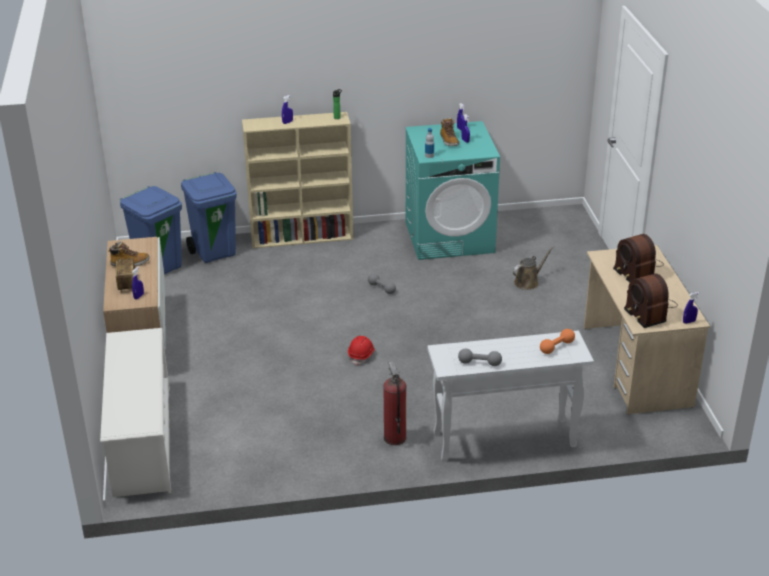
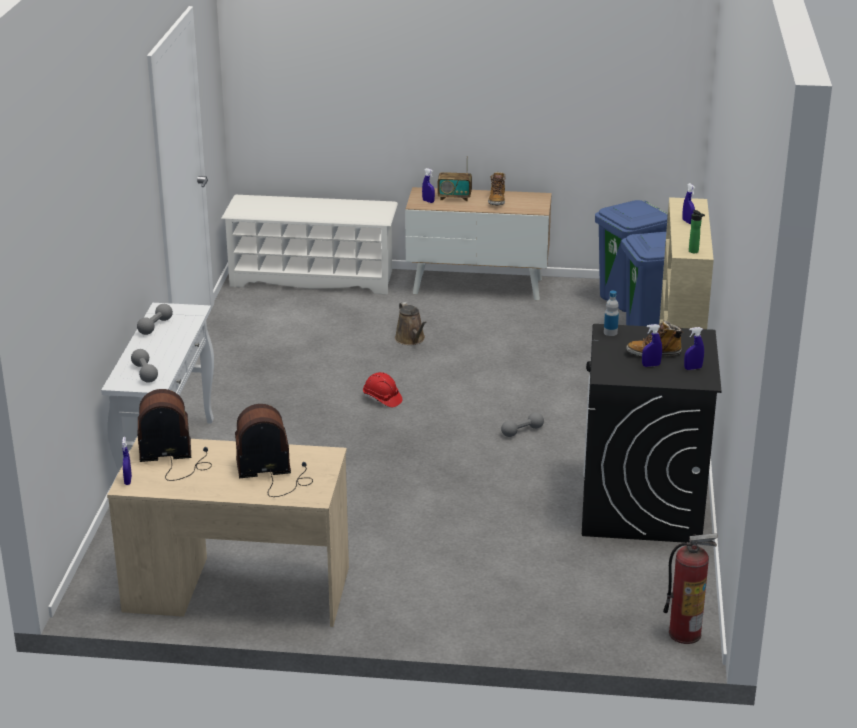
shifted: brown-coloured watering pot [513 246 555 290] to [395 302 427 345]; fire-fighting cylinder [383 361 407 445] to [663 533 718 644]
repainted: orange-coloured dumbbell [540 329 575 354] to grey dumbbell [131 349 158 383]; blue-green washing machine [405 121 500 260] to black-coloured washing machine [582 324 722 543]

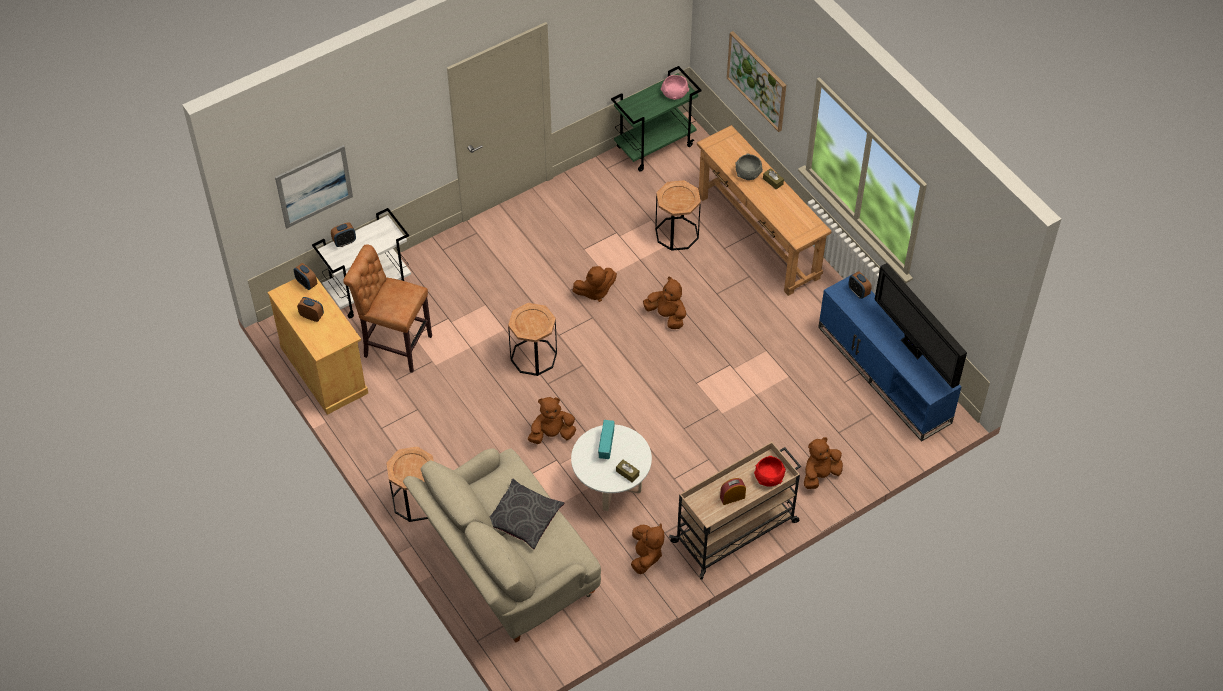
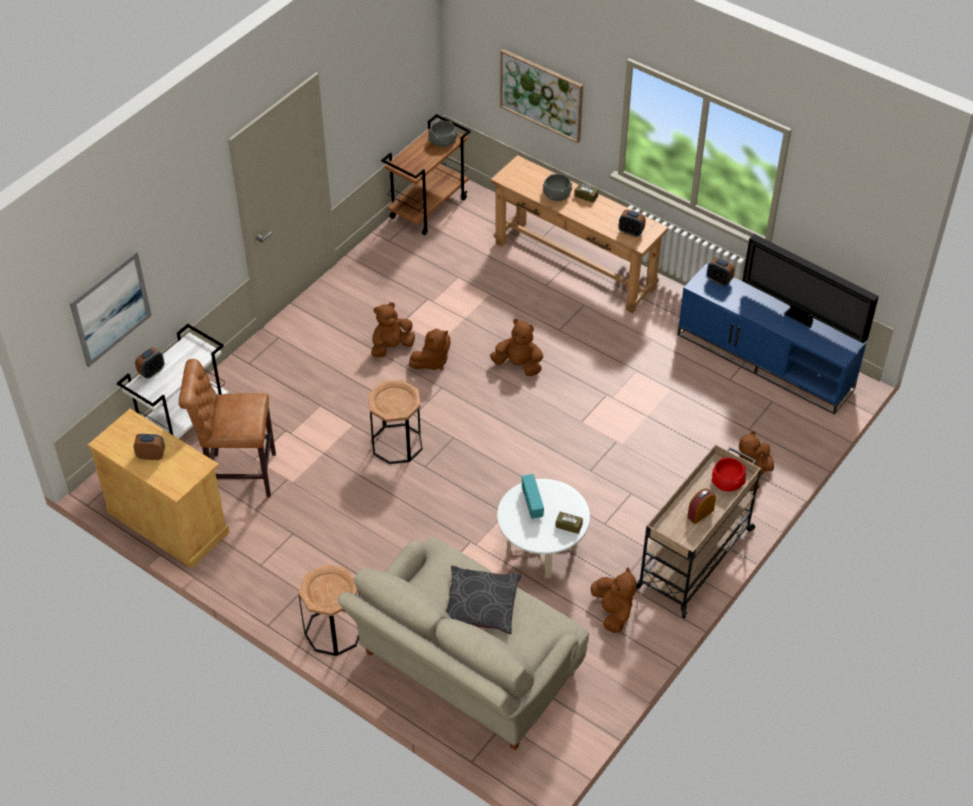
gone: brown-coloured accent table [655 180 701 251]
shifted: brown-coloured soft toy [528 397 576 444] to [371 302 415 358]; bedside clock [294 263 317 290] to [619 210 646 237]
repainted: greenish trolley [611 66 702 172] to brown-coloured trolley [381 114 471 235]; pinkish bowl [661 75 689 100] to grey bowl [428 121 458 147]

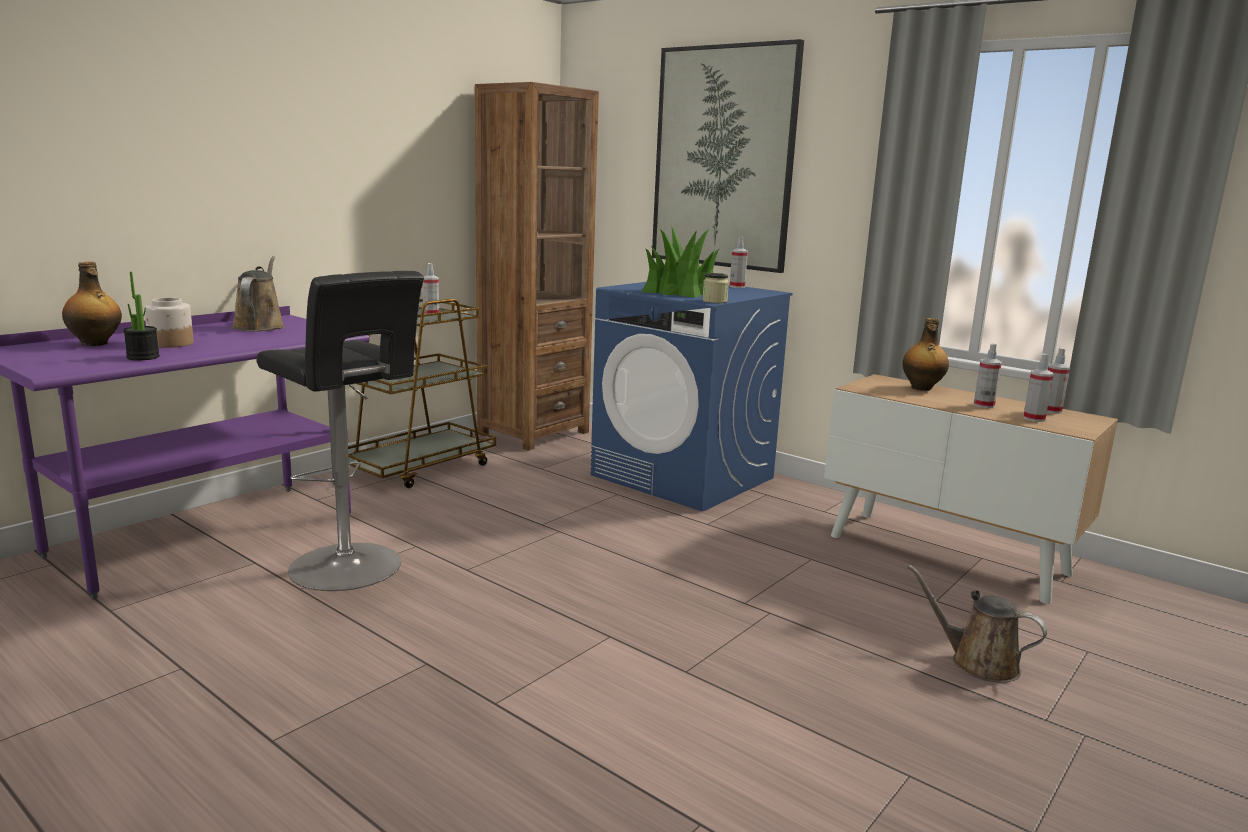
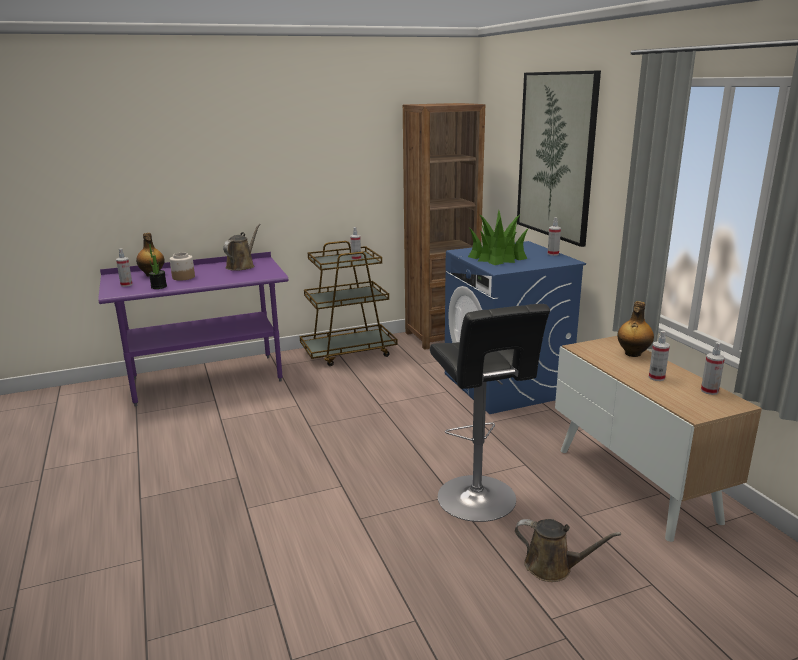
gone: storage jar [702 273 729 303]
shifted: sprayer [1023 354 1053 422] to [116 248 133 287]; black-coloured stool [256 271 424 591] to [430 304 550 522]
rotated: brown-coloured watering pot [908 564 1047 683] = [515 519 621 582] 135 degrees clockwise

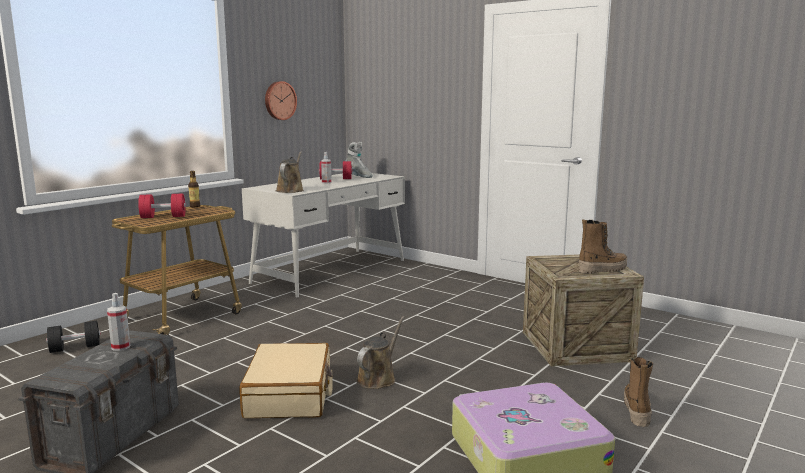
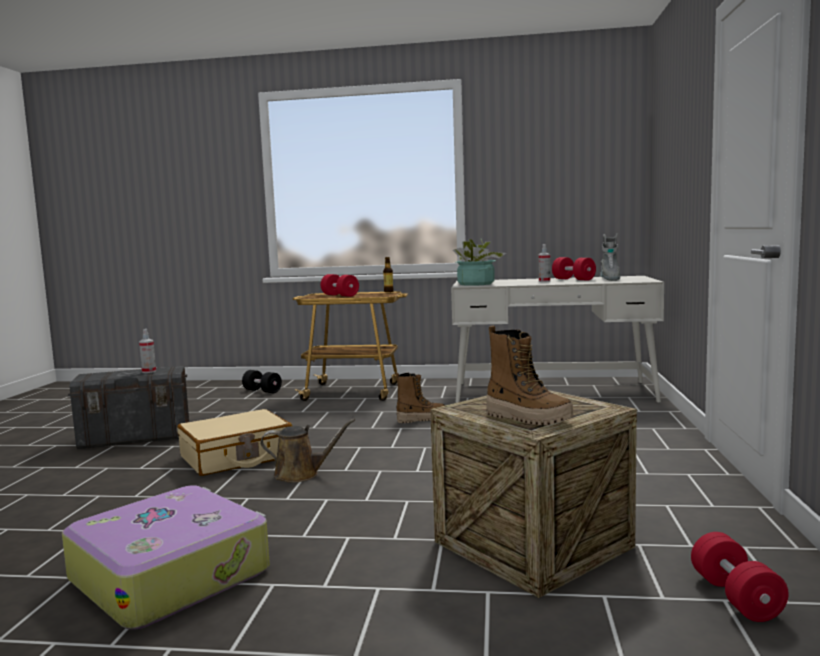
gone: hanging clock [265 81 297 120]
new: red dumbbell [691 532 788 622]
shifted: boot [624 357 653 427] to [396 373 445 423]
swapped: brown-coloured watering pot [276 152 304 193] to houseplant [453 239 506 286]

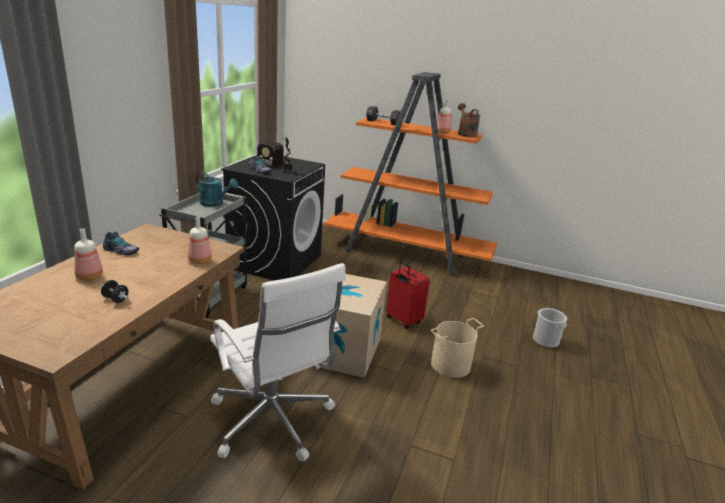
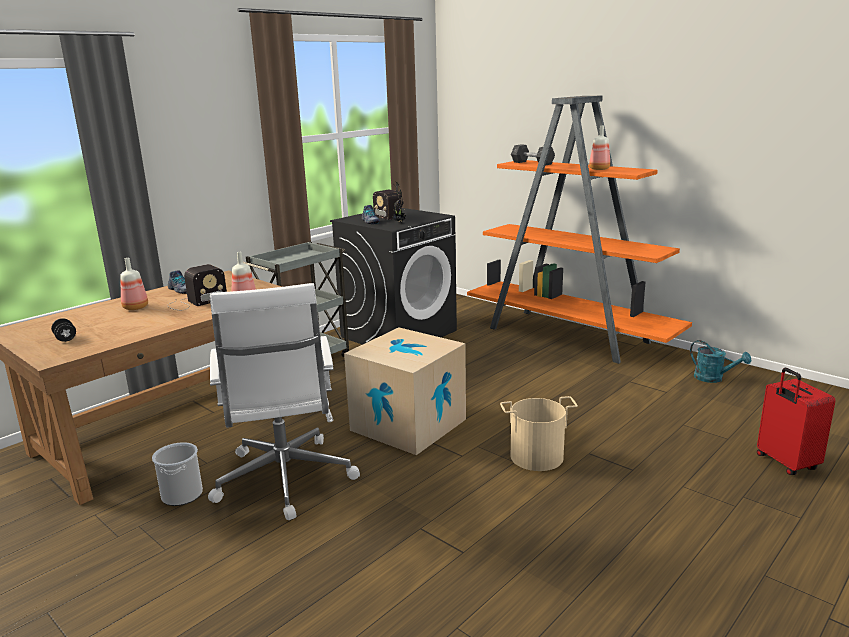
gone: brown-coloured watering pot [458 103 480 137]
new: radio set [167 264 227 310]
shifted: black-coloured dumbbell [101 280 129 303] to [51 318 76 342]; water bucket [533 308 567 348] to [152 442 203 506]; blue-green watering pot [195 171 238 207] to [690 340 752 383]; red piece of luggage [386 261 430 329] to [757 368 836 475]

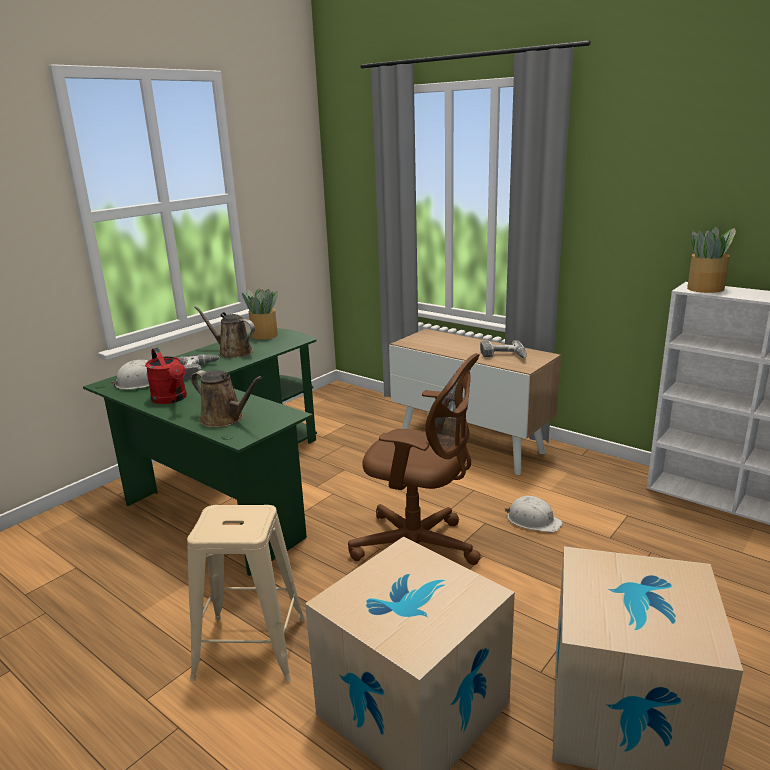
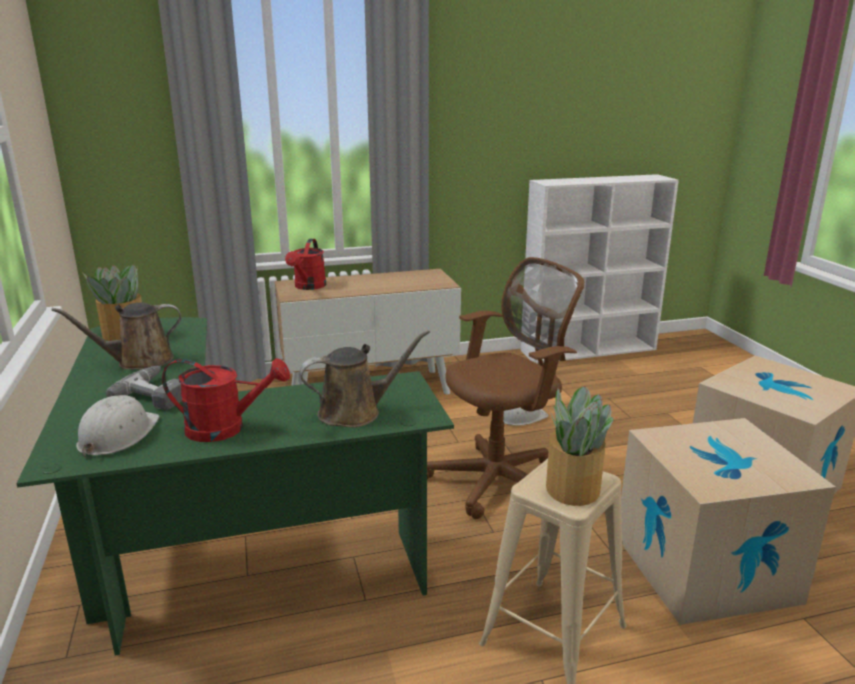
gone: drill [480 340 527 358]
new: red watering pot [285 239 326 290]
shifted: houseplant [687 227 736 293] to [546 386 613 506]

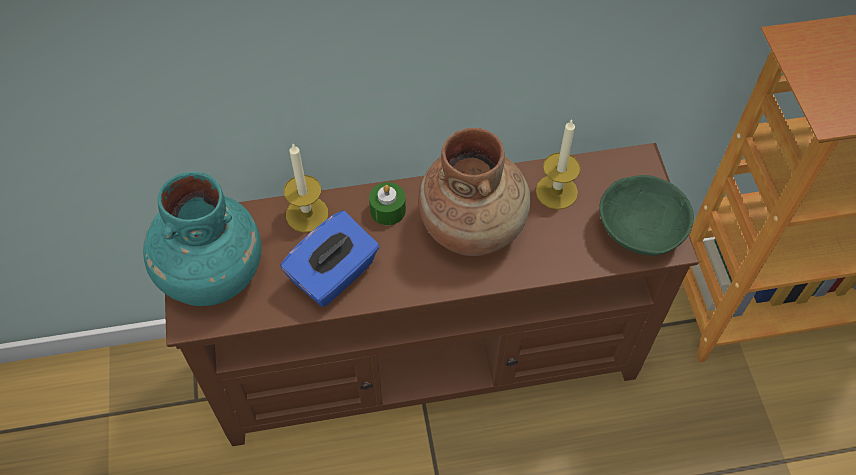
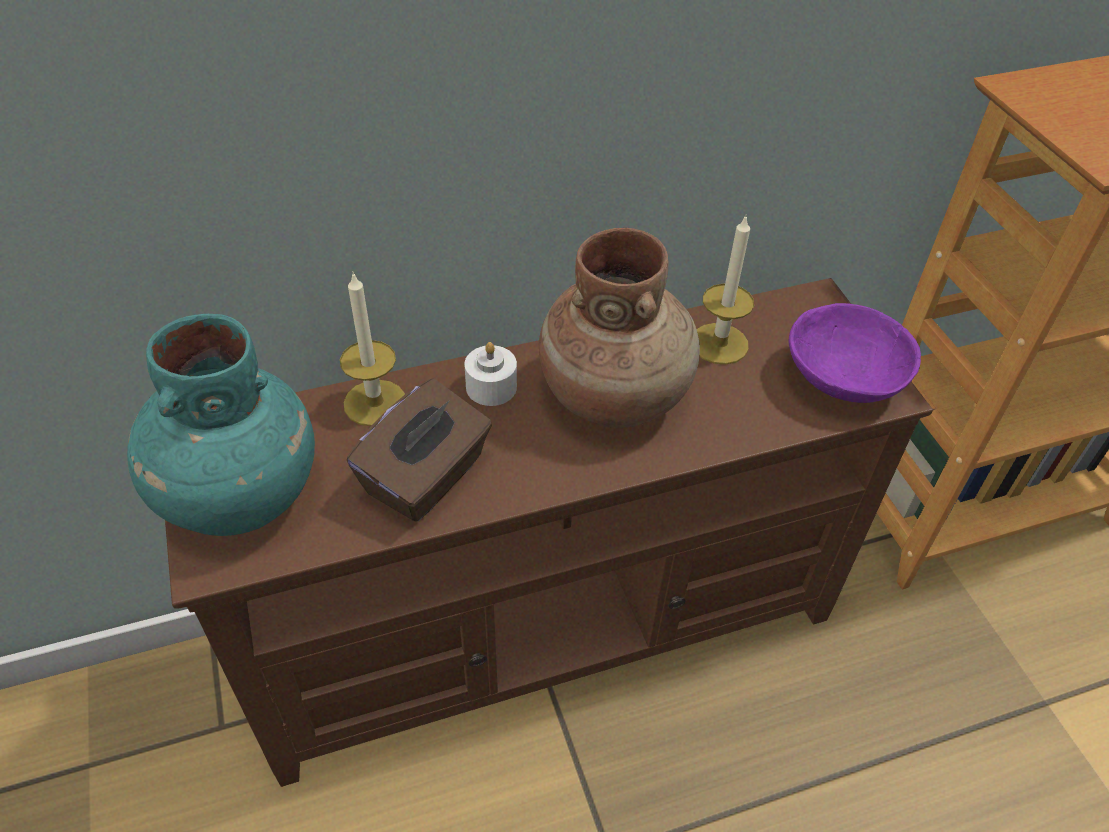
repainted: bluish box of tissues [280 211 380 307] to brown-coloured box of tissues [347 379 492 522]; greenish wax candle [369 182 406 225] to white wax candle [464 342 517 406]; greenish bowl [599 175 694 256] to purplish bowl [788 303 921 403]

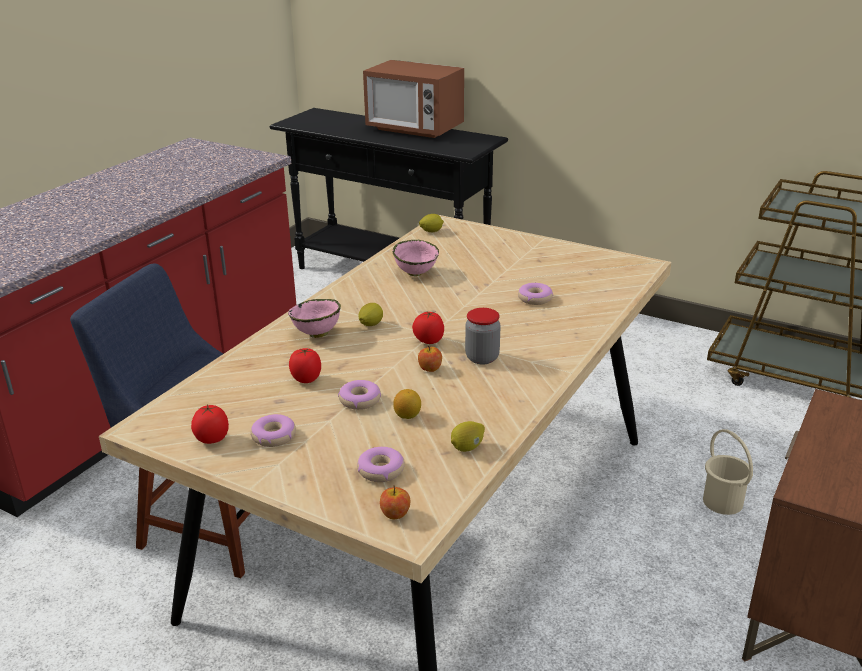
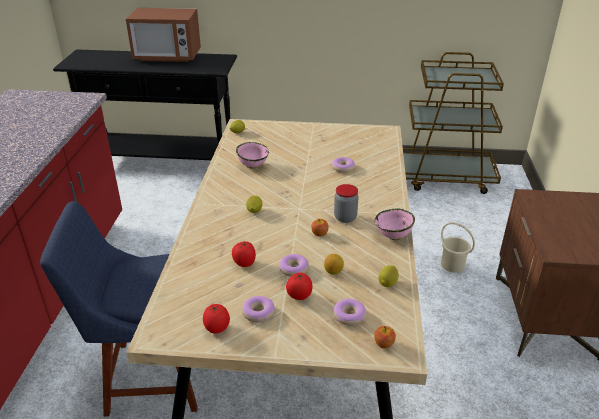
shifted: whole tomato [412 312 444 344] to [286 272 312 300]; pinkish bowl [288 299 341 338] to [375 209 415 240]

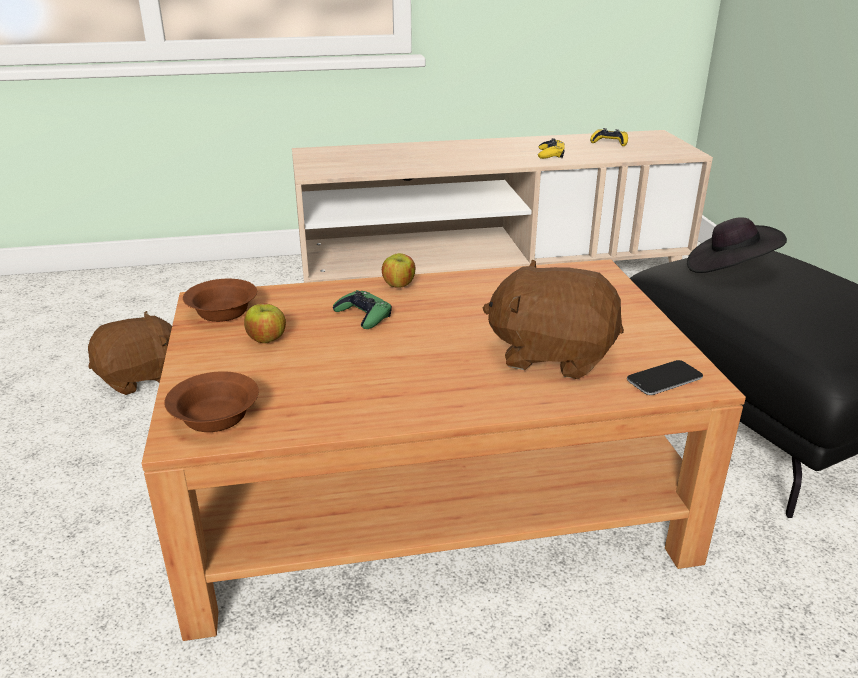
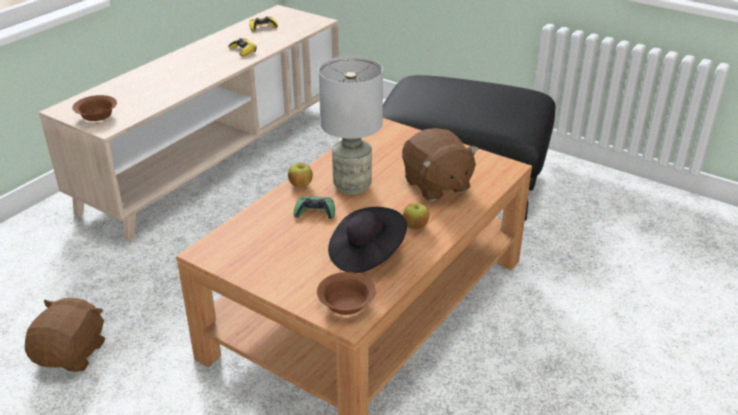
gone: phone [627 360 703 395]
new: grey lamp for a table [318 56 383 195]
shifted: brown-coloured bowl [183 279 257 322] to [72 95 117 121]; black-coloured hat [687 217 787 273] to [328 207 407 273]; apple [244 304 286 343] to [403 203 430 230]
rotated: brown-coloured soft toy [483 260 624 379] = [402 128 479 201] 90 degrees counterclockwise

